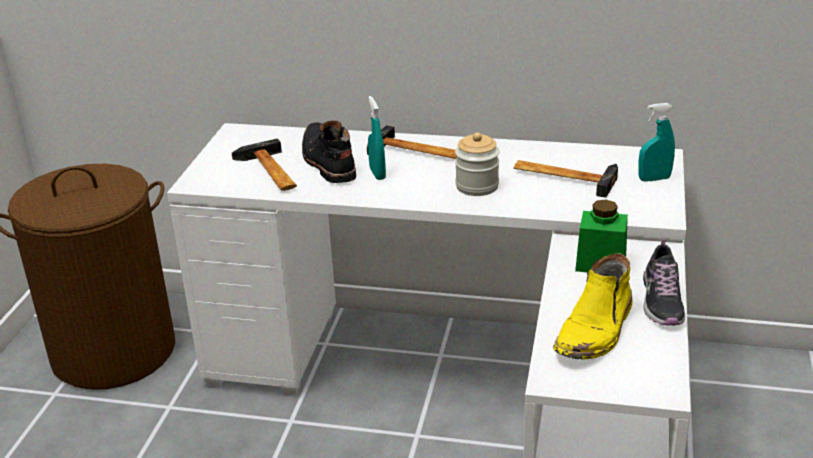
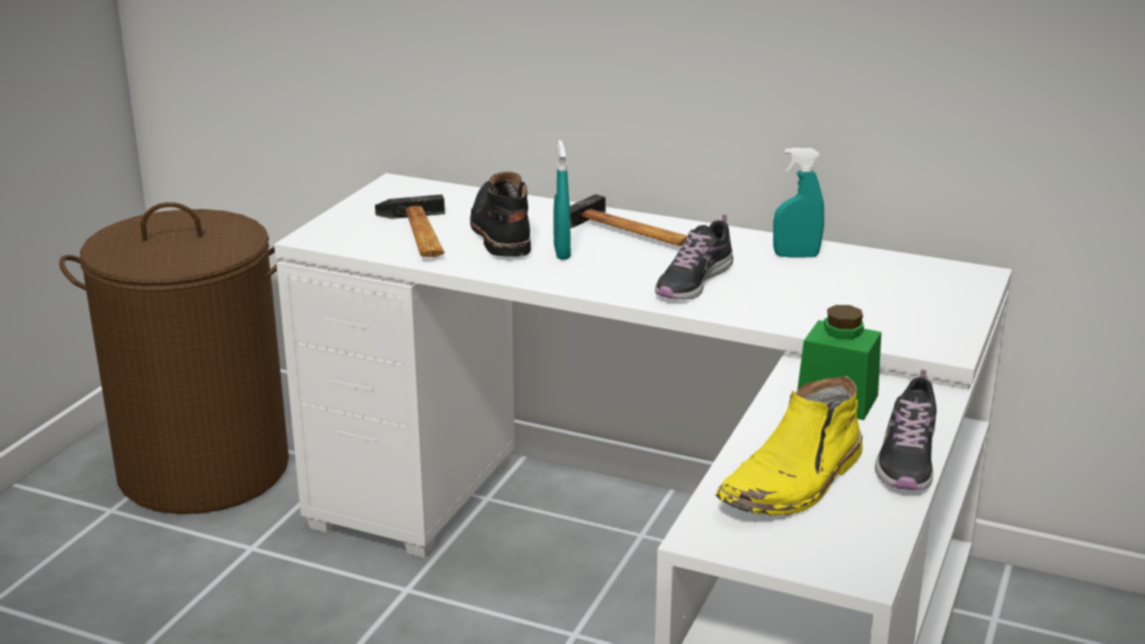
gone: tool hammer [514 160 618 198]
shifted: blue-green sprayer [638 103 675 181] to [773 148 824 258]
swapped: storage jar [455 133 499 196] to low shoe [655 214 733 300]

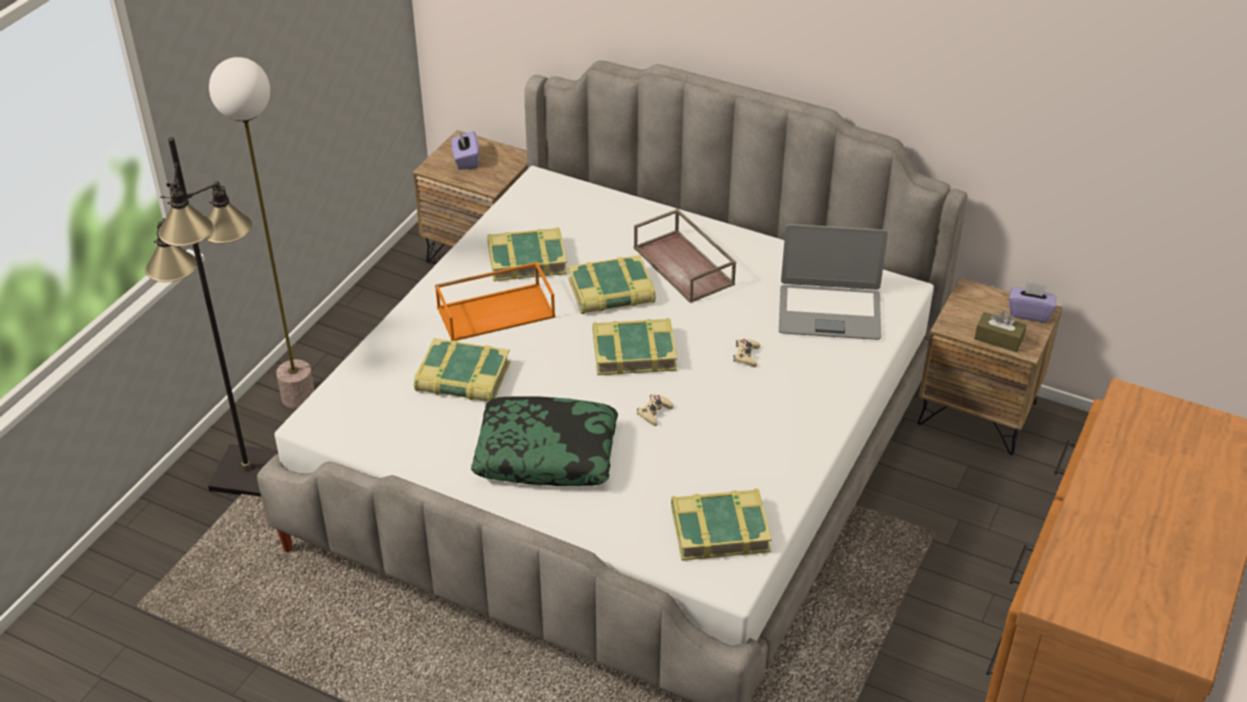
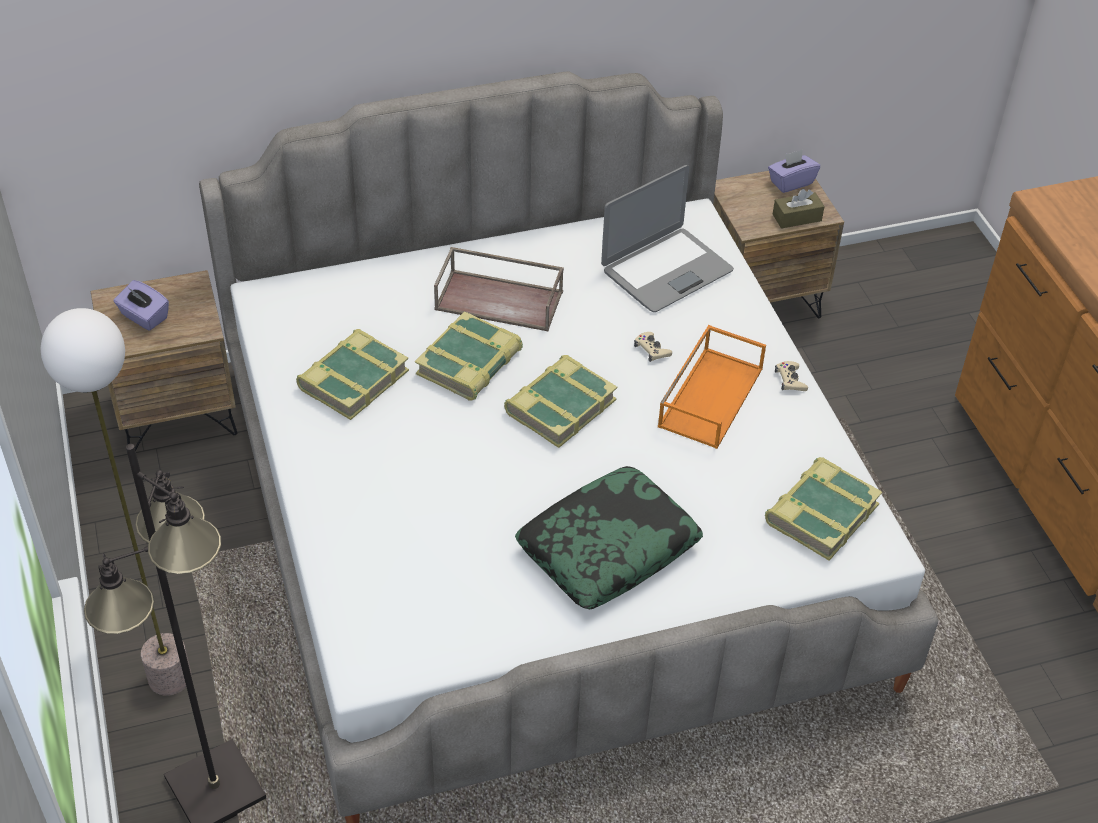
gone: volume [414 338 510 402]
shifted: orange-coloured serving tray [435 262 555 341] to [658 325 766 449]; beige-coloured joypad [637 394 674 426] to [775 361 808 391]

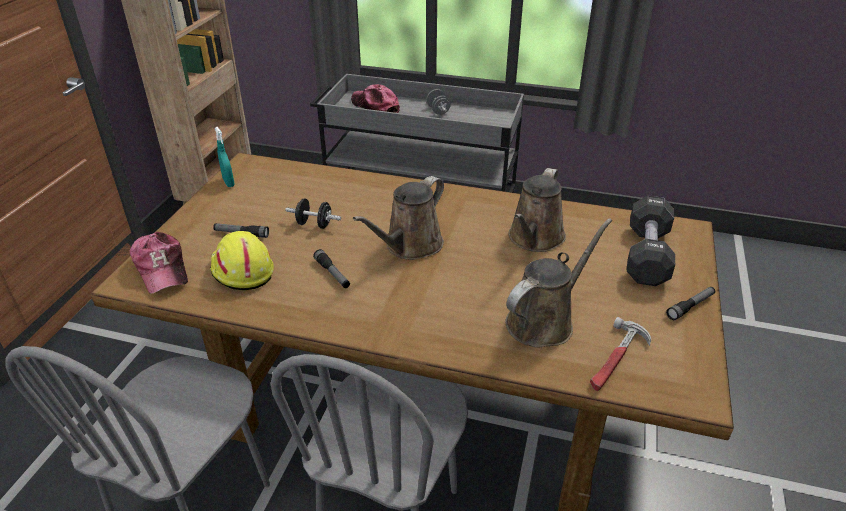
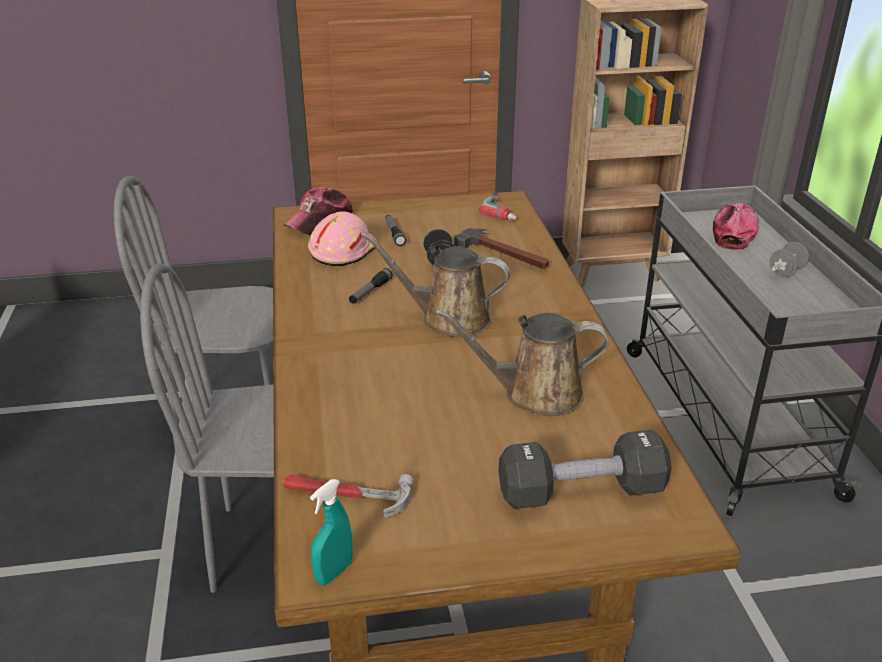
gone: brown-coloured watering pot [505 218 612 348]; flashlight [666 287 715 320]
new: tool hammer [454 228 549 269]; drill [478 191 517 220]
shifted: blue-green sprayer [215 127 235 187] to [310 479 352 585]
repainted: yellowish hard hat [210 231 274 291] to pinkish hard hat [308 211 378 266]

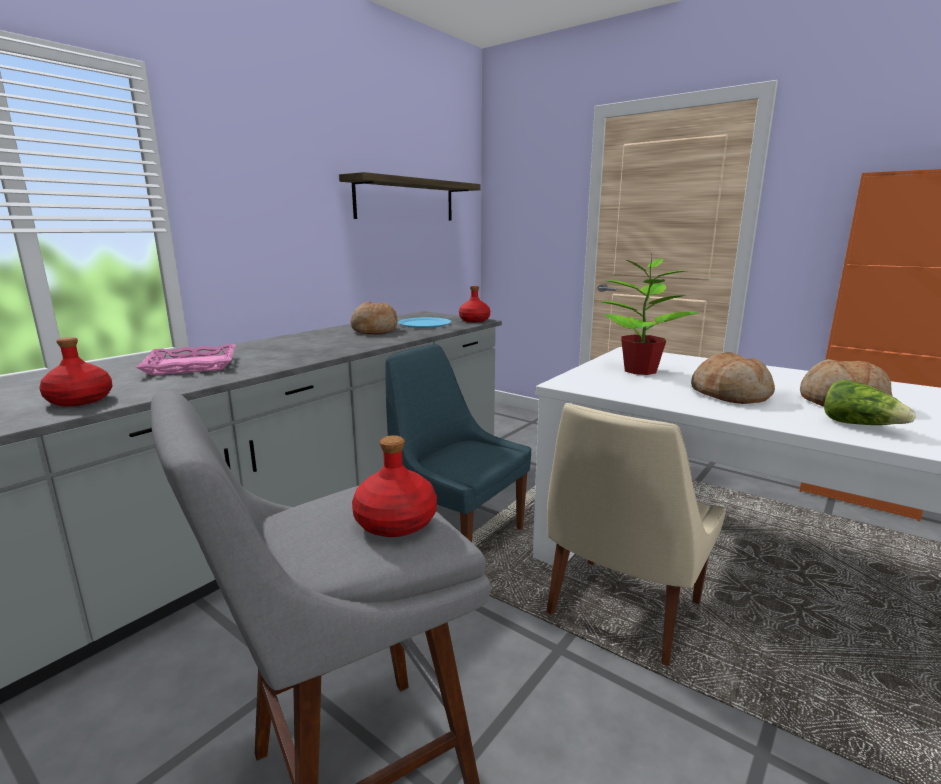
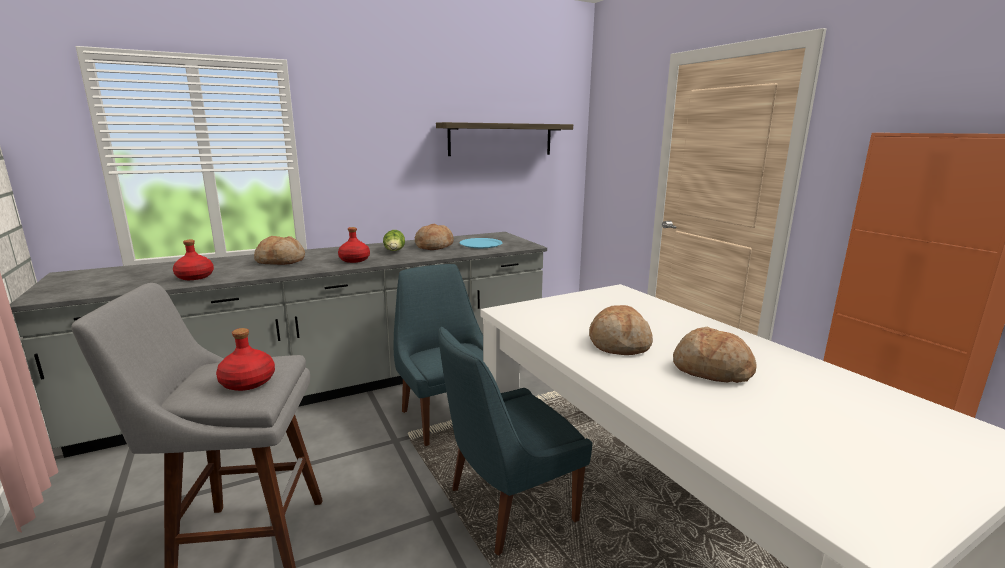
gone: houseplant [601 254 698 375]
shifted: red drink bottle [459 286 490 322] to [338 227 370 263]; lettuce [824 379 916 425] to [383 230 405 251]
swapped: pinkish serving tray [136 344 236 375] to baked bread [254 236 305 265]
repainted: beige-coloured chair [547 403 726 666] to bluish chair [438 327 592 556]

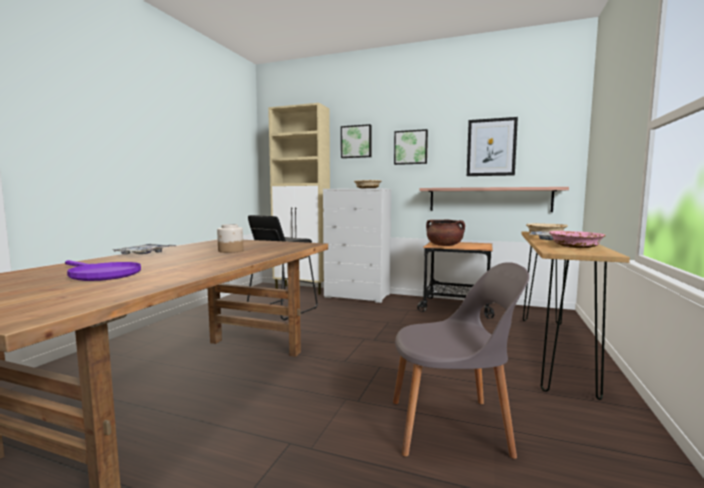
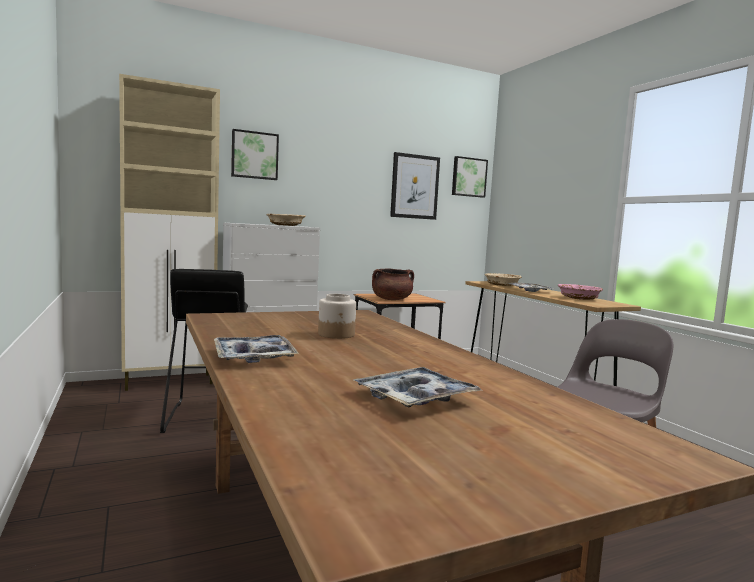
gone: wall shelf [419 187 569 212]
shifted: picture [394 129 428 165] to [452 156 488 198]
swapped: purplish skillet [65 260 141 281] to serving tray [354 367 482 408]

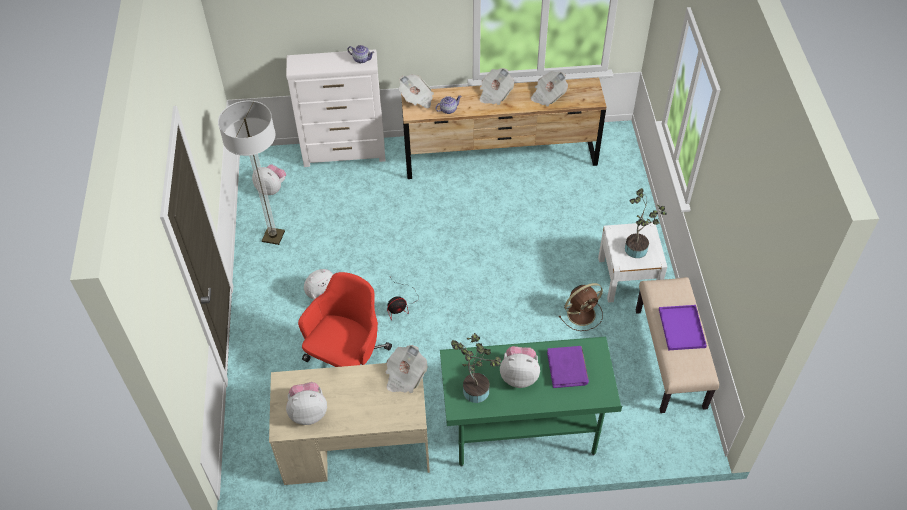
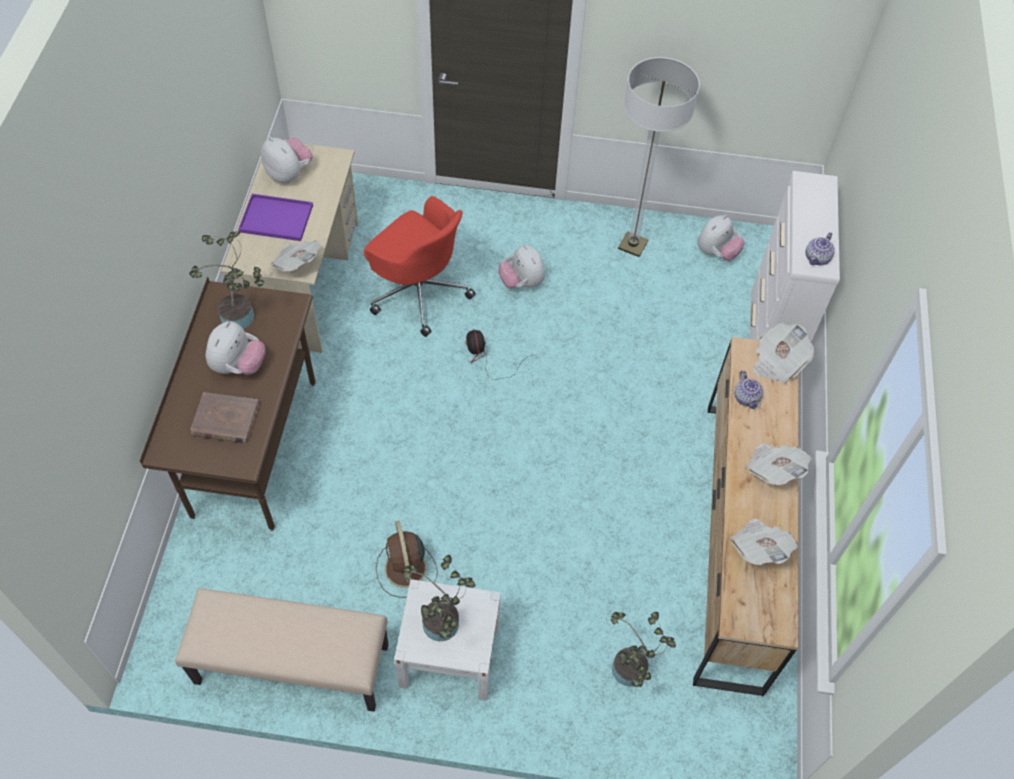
new: houseplant [611 612 676 687]
shifted: purplish serving tray [659 305 707 350] to [238 194 313 241]
repainted: greenish desk table [440 337 622 467] to brown-coloured desk table [140 276 316 530]; purplish volume [547 346 589 388] to brown-coloured volume [191 392 260 444]
rotated: soft toy [286 382 327 425] = [261 137 313 183] 45 degrees counterclockwise

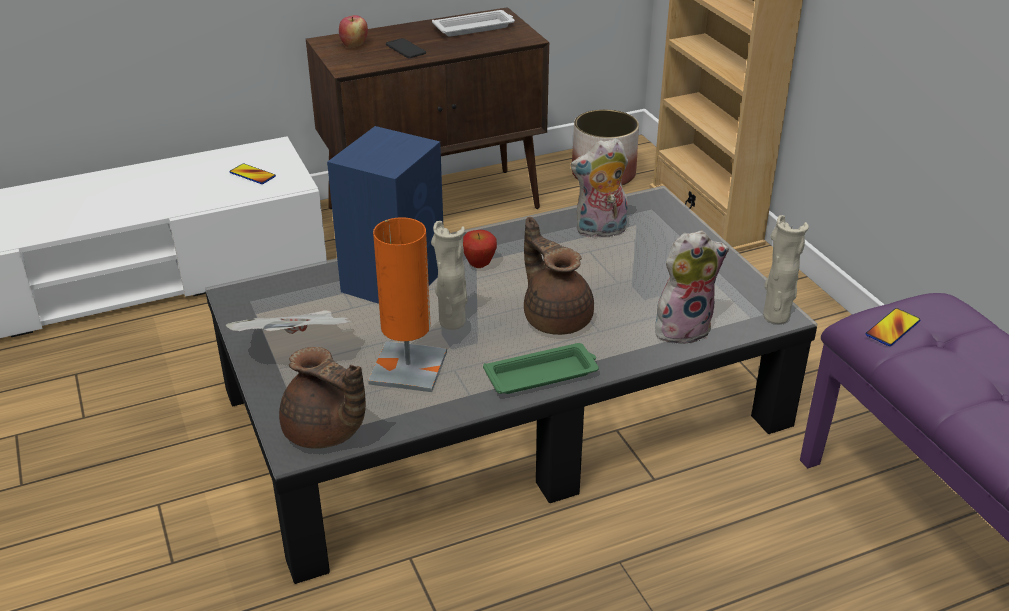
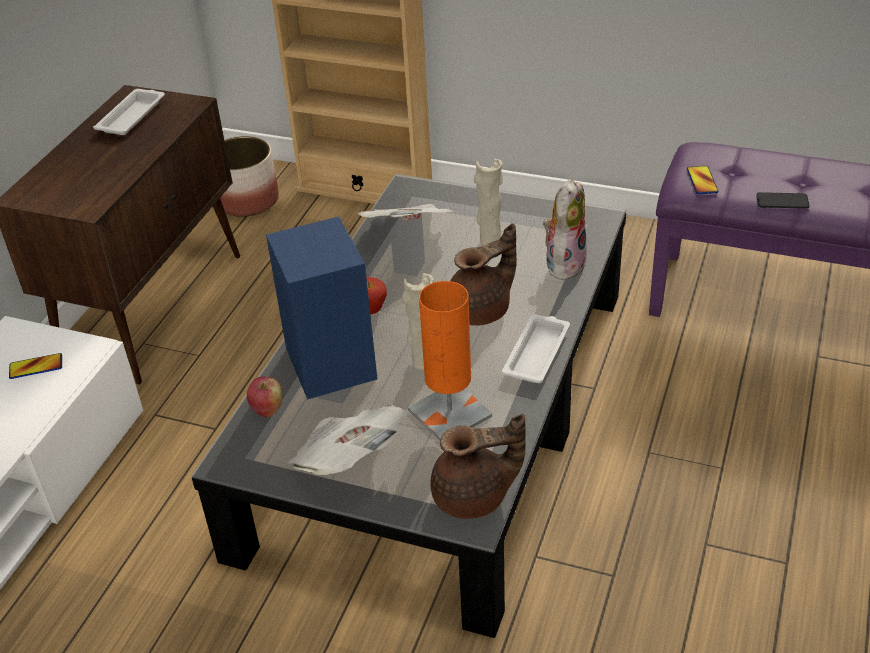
shifted: apple [339 15 368 48] to [247 377 283 417]; beige-coloured vase [763 215 809 324] to [474 159 503 246]; phone [386 38 426 58] to [756 192 810 209]
swapped: soft toy [570 138 628 238] to printed paper [358 204 452 221]
repainted: greenish serving tray [483 343 599 394] to white serving tray [502 314 570 383]
rotated: brown-coloured teapot [524 217 594 335] = [450 223 517 326] 135 degrees clockwise

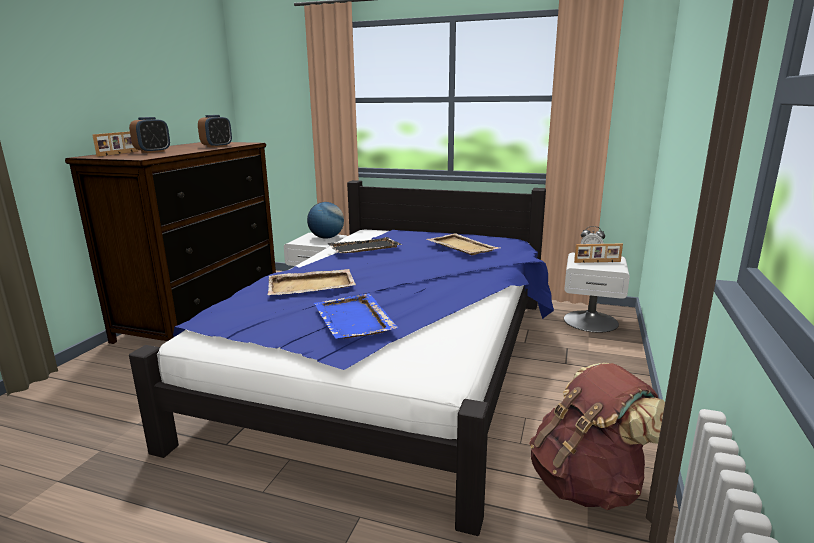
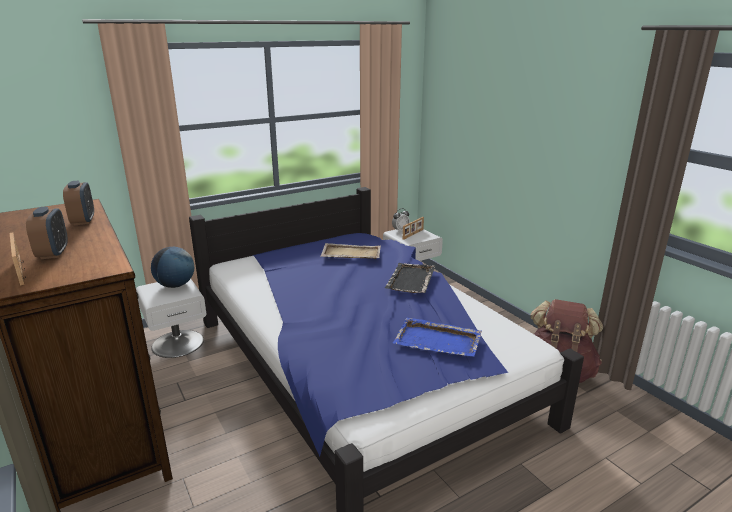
gone: beige-coloured serving tray [268 269 356 295]
shifted: black-coloured serving tray [327 237 402 253] to [385 263 435 293]

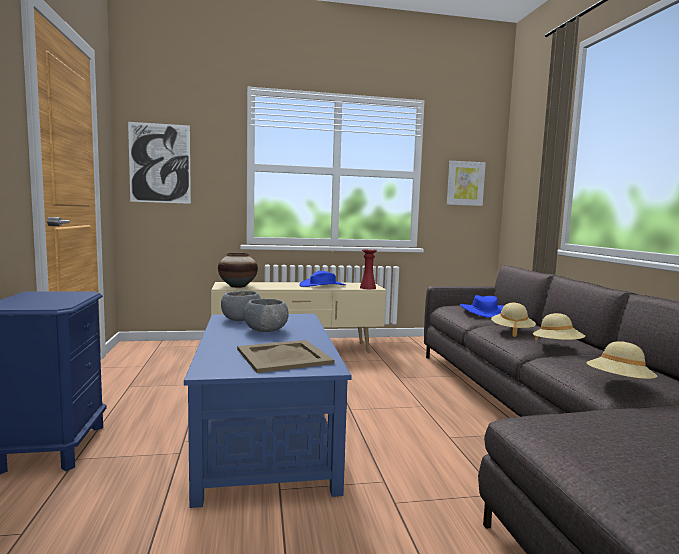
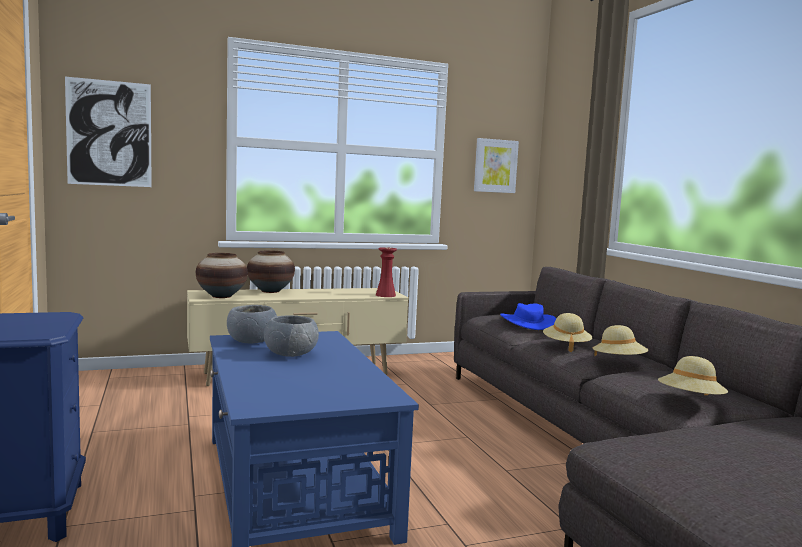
gone: beige-coloured serving tray [237 340 334 373]; bluish hat [299 271 346 287]
new: vase [247 250 295 293]

